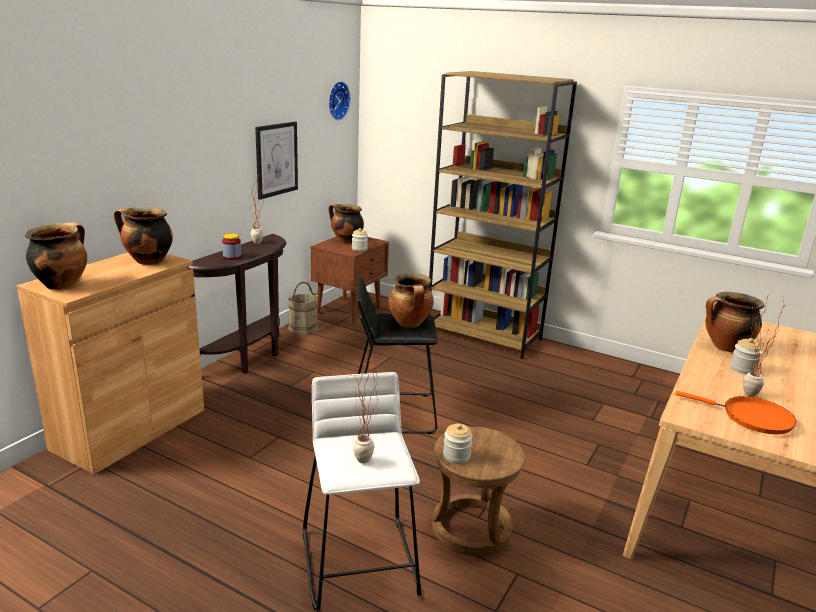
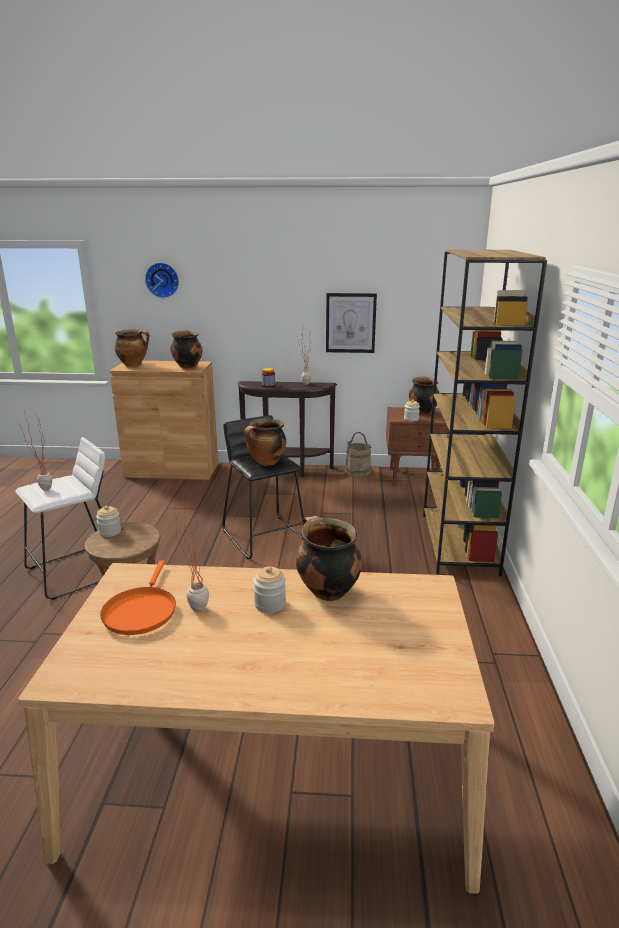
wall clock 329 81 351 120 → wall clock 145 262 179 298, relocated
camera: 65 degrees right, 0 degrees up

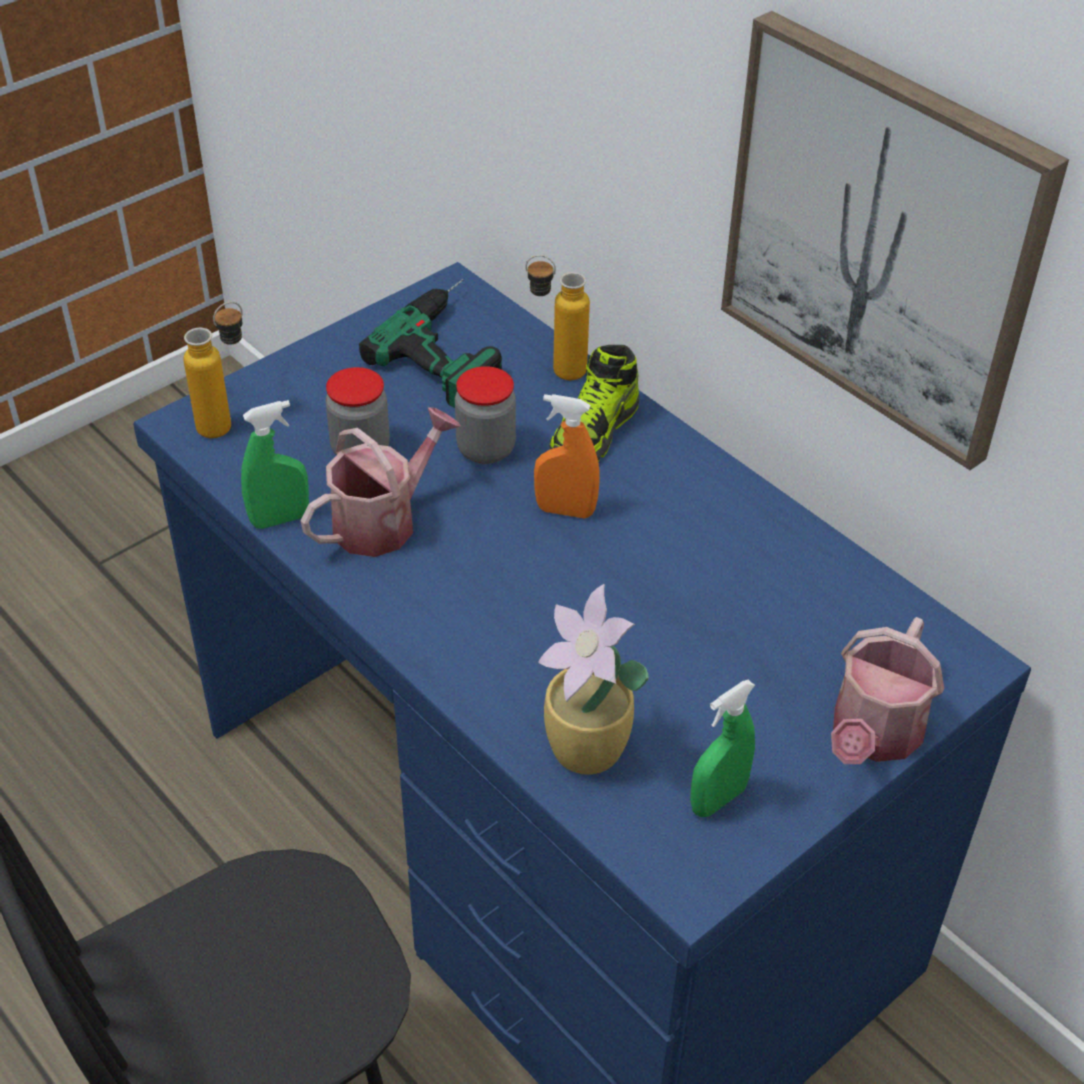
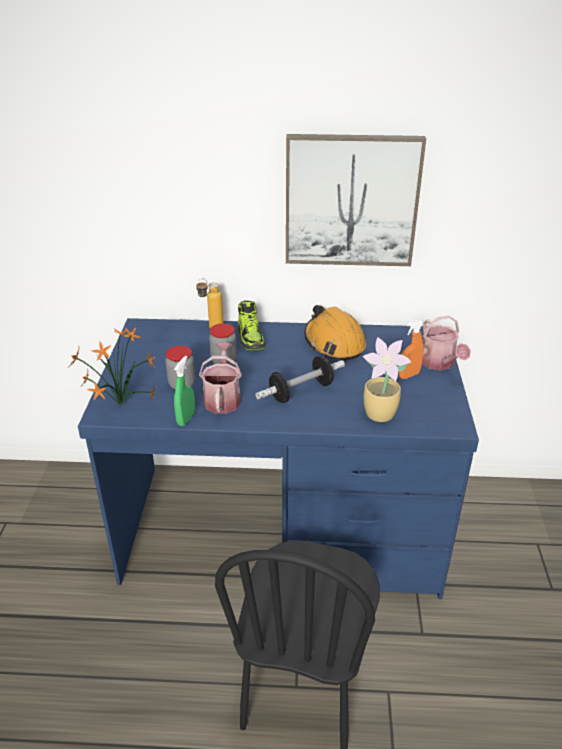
power drill 359 279 502 408 → -
spray bottle in green 690 680 755 817 → -
- → dumbbell 255 356 345 403
- → hard hat in orange 304 305 366 361
spray bottle in orange 534 394 600 519 → spray bottle in orange 399 319 424 379, relocated
bottle 183 302 243 438 → potted plant 69 327 158 405
camera: 45 degrees left, 10 degrees down

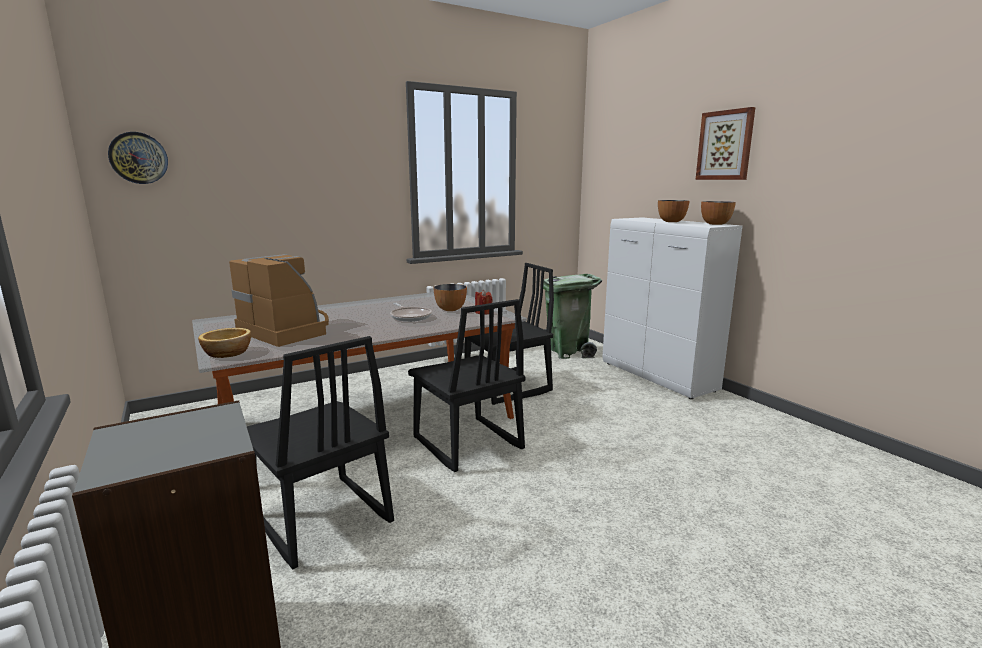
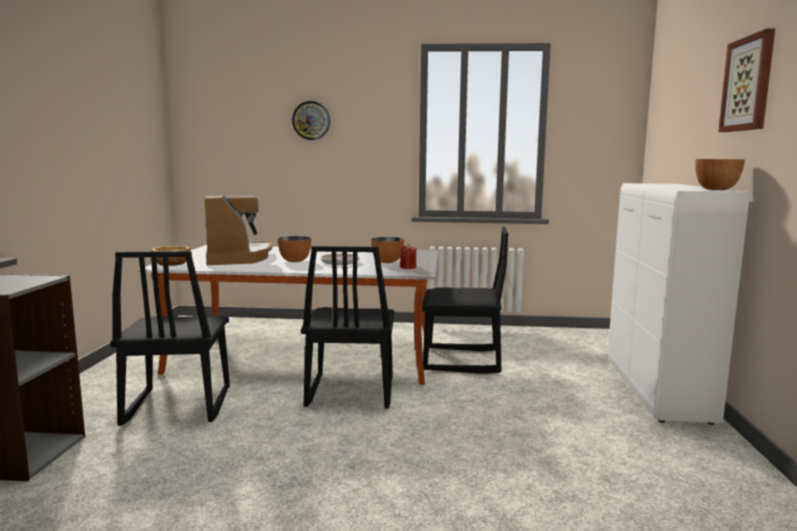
trash can in green 543 274 602 359 → -
wall clock 108 132 168 184 → wall clock 292 101 330 140, relocated
bowl 658 200 689 222 → bowl 278 236 311 262, relocated
camera: 35 degrees right, 5 degrees down

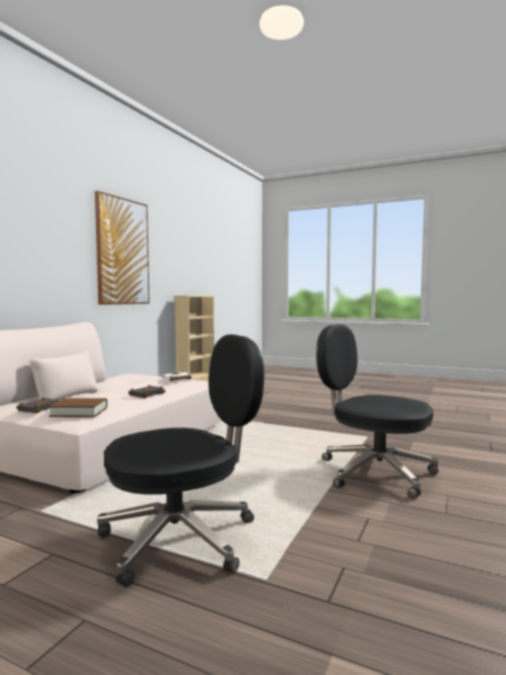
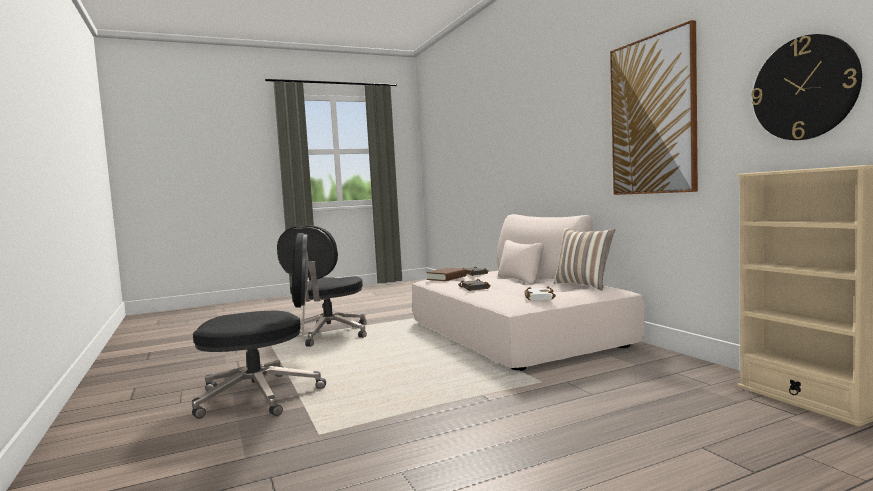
- → pillow 554 228 616 291
- → wall clock 751 34 862 140
camera: 130 degrees right, 0 degrees up

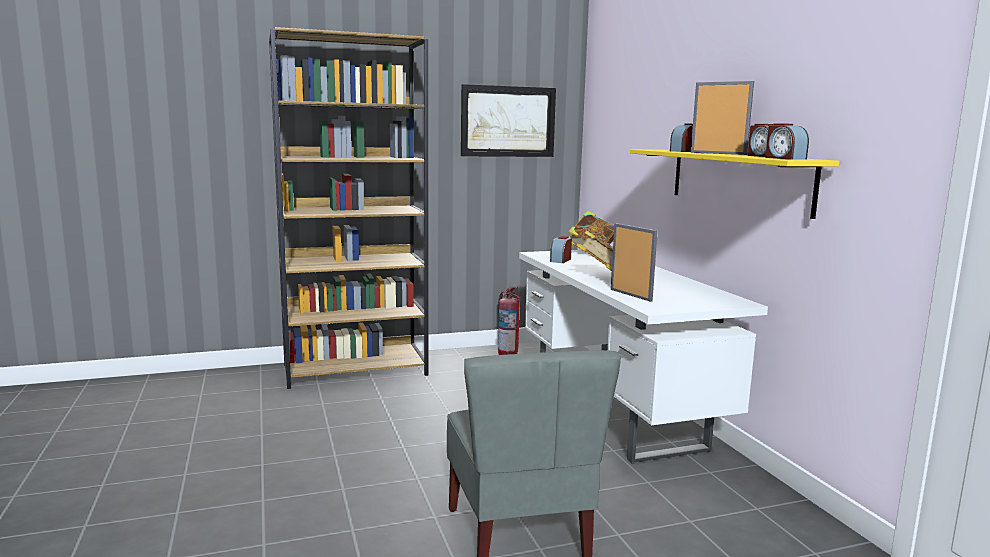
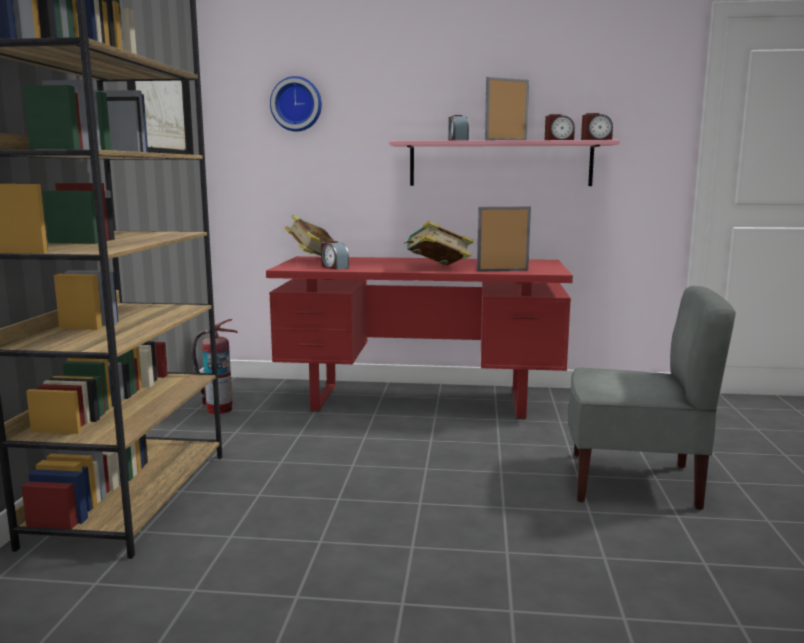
- → wall clock 270 76 322 132
desk in white 519 250 768 464 → desk in red 266 256 573 419
shelf in yellow 630 149 839 219 → shelf in pink 389 140 620 186
camera: 65 degrees left, 0 degrees up

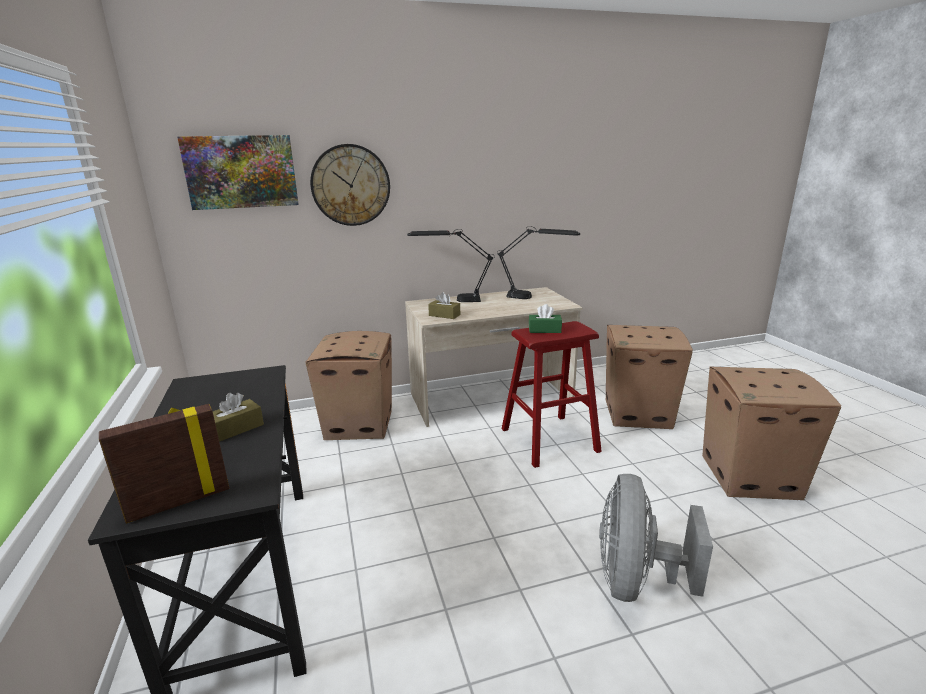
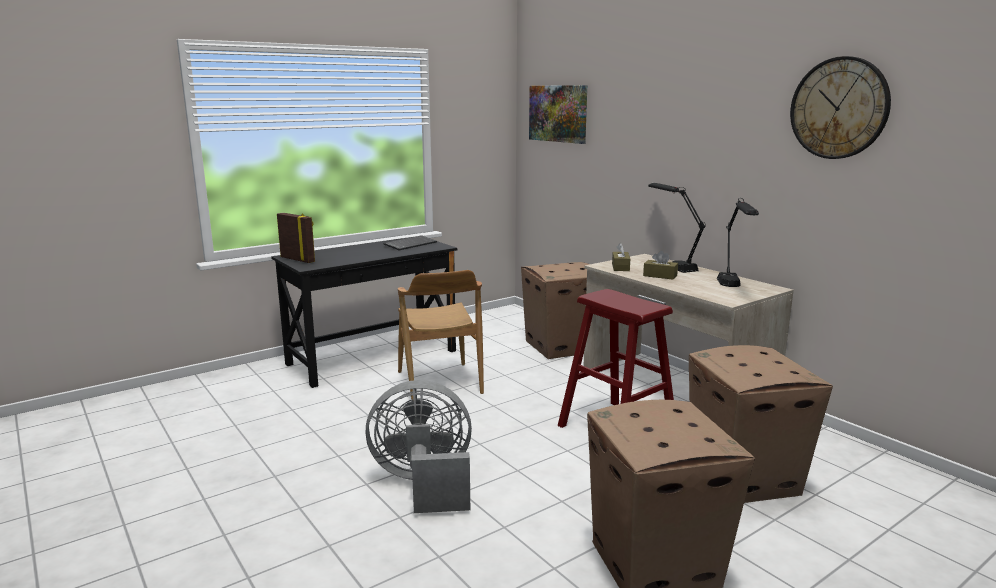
tissue box in green 529 304 562 333 → -
- → keyboard 383 235 437 250
- → chair in brown 398 270 484 401
tissue box in brown 213 393 264 442 → tissue box in brown 643 251 678 280, relocated
wall clock 310 144 390 226 → wall clock 790 56 891 159, relocated
camera: 70 degrees right, 5 degrees down

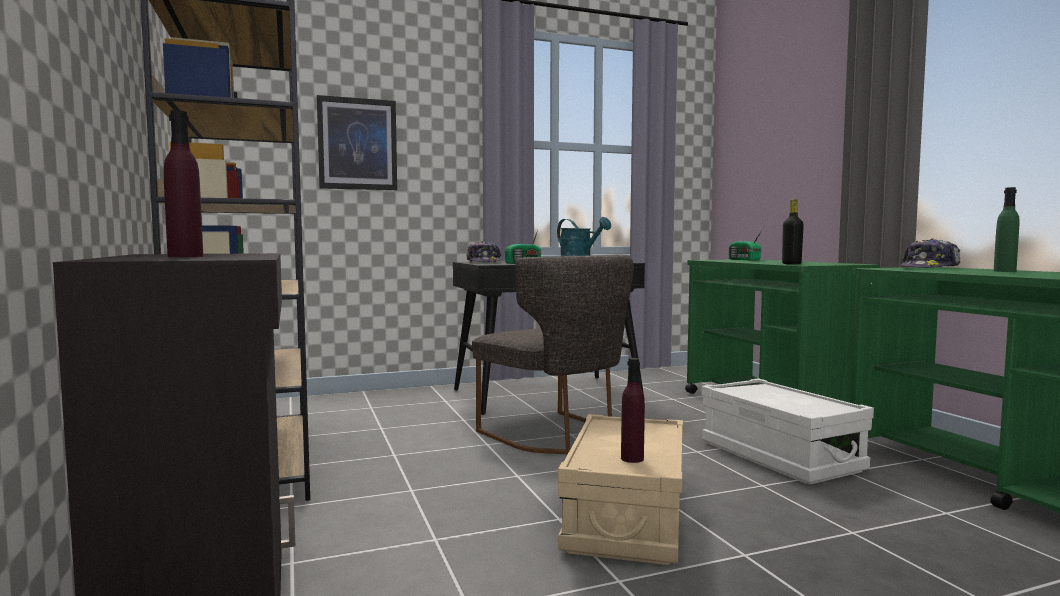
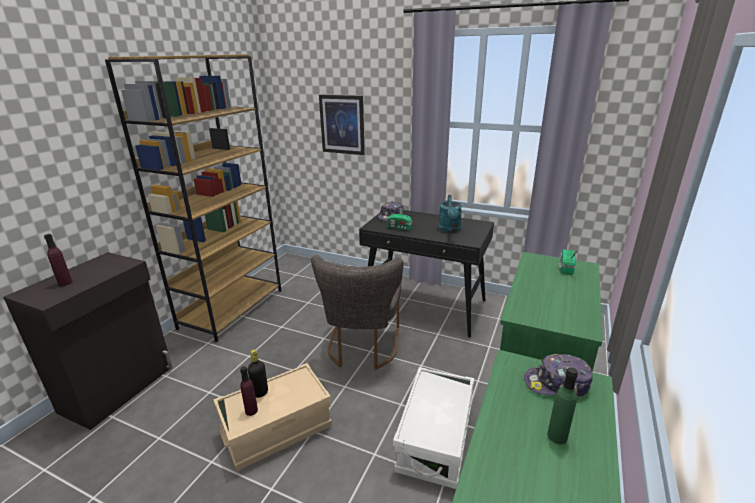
bottle in black 782 199 804 265 → bottle in black 248 350 268 398, relocated
camera: 45 degrees right, 20 degrees up

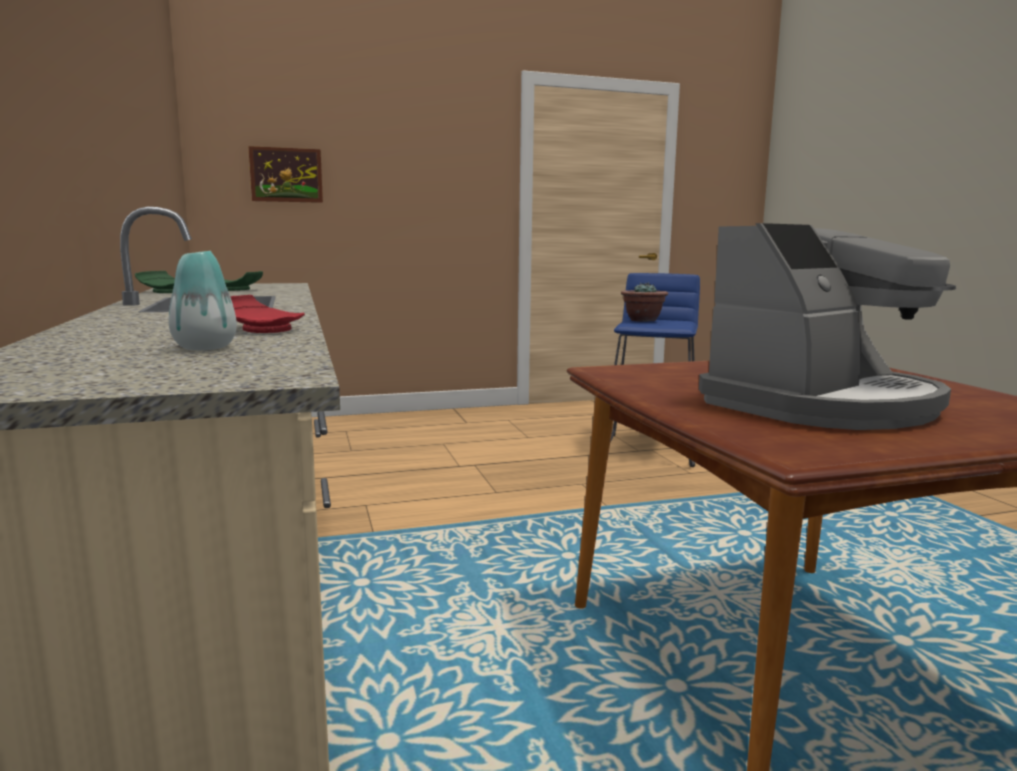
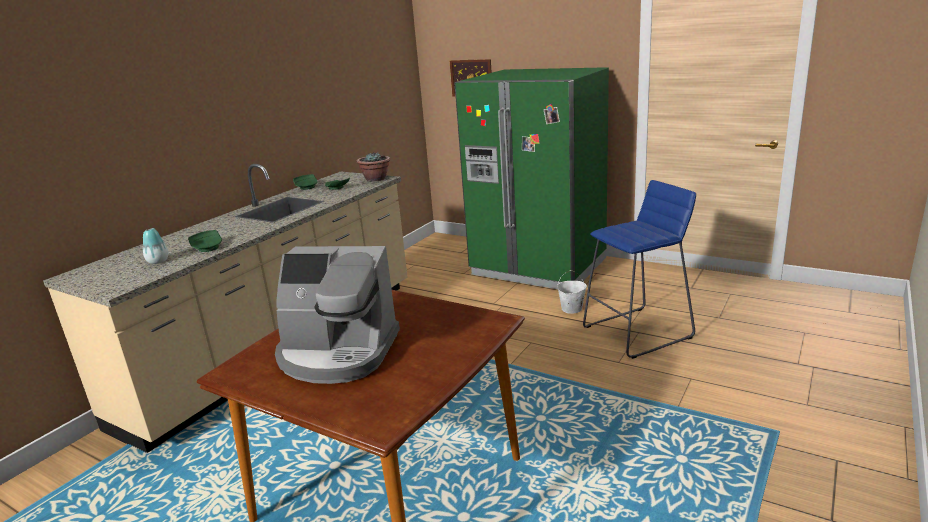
- → fridge in green 454 67 609 289
- → bucket in white 557 270 587 314
potted plant 621 282 668 322 → potted plant 357 152 391 182, relocated
plate in red 230 295 305 333 → plate in green 188 230 222 252
camera: 50 degrees right, 10 degrees up

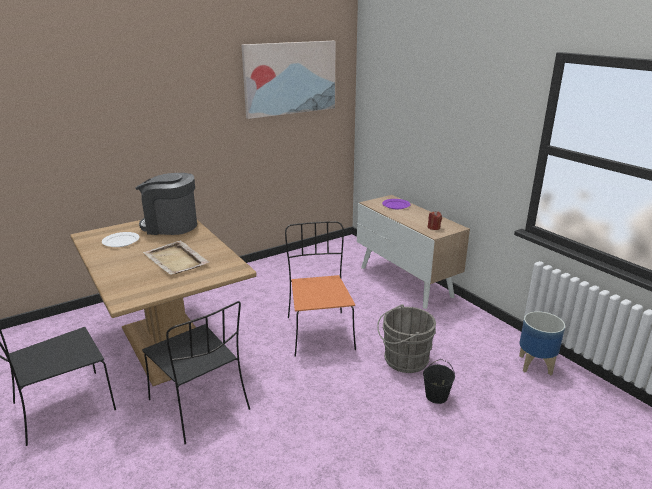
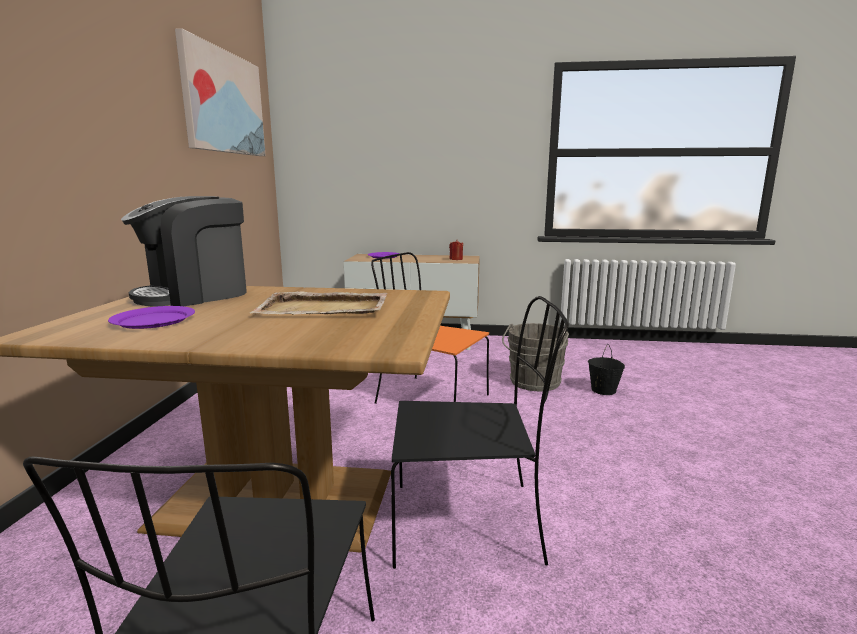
planter 519 311 565 375 → -
plate in white 102 232 139 247 → plate in purple 108 306 195 329
camera: 50 degrees left, 10 degrees down

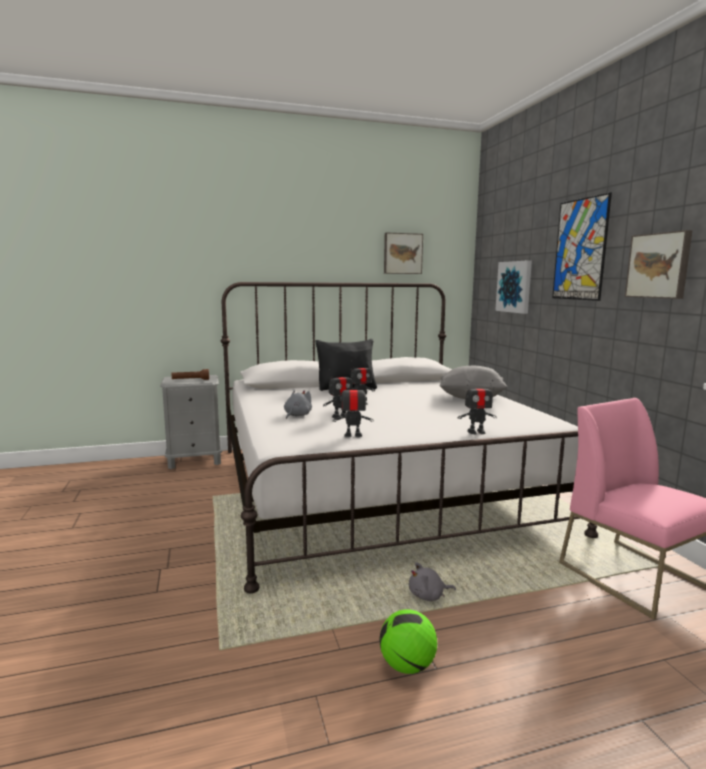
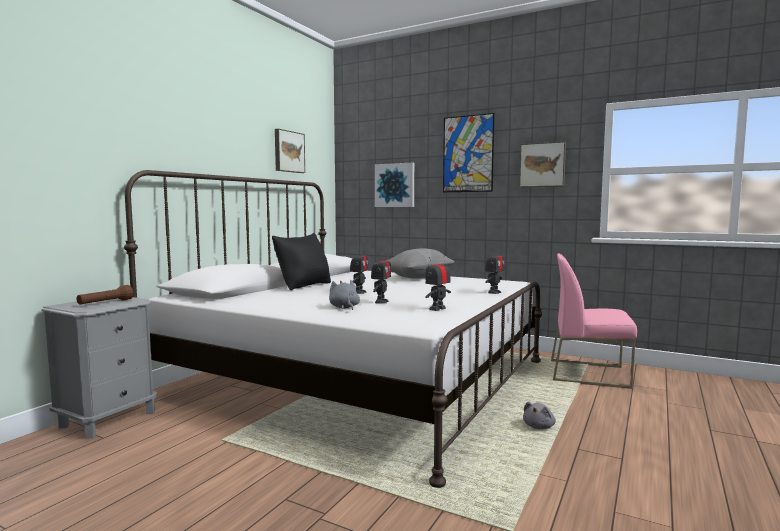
football 380 609 437 674 → -
camera: 45 degrees left, 5 degrees down

